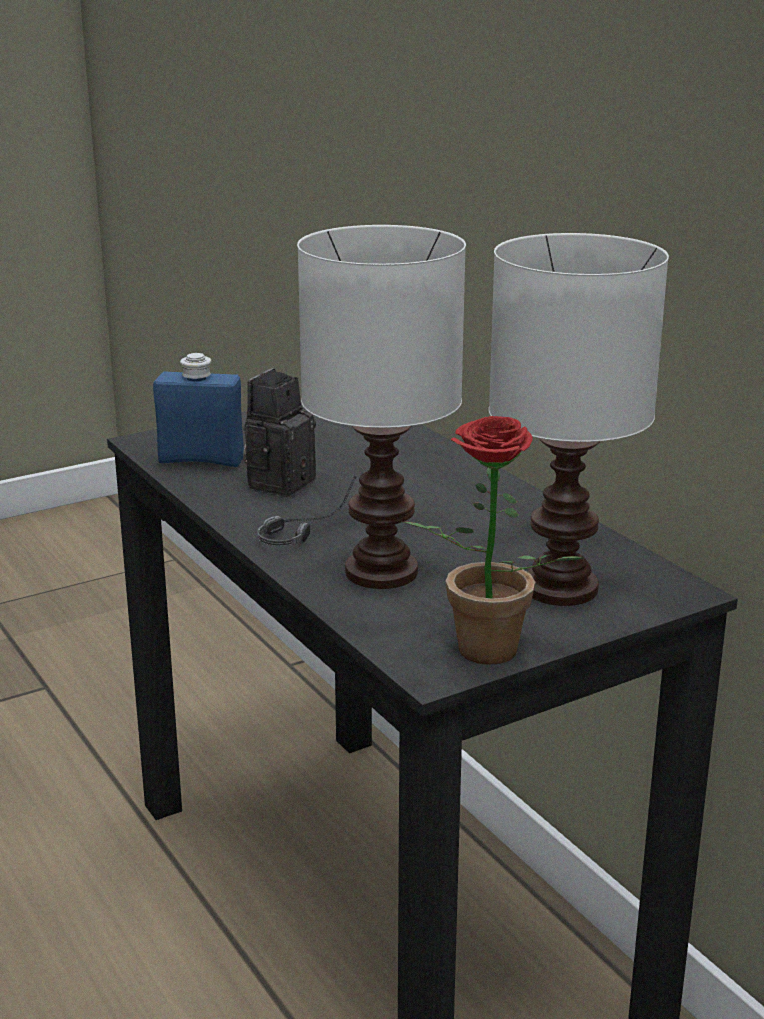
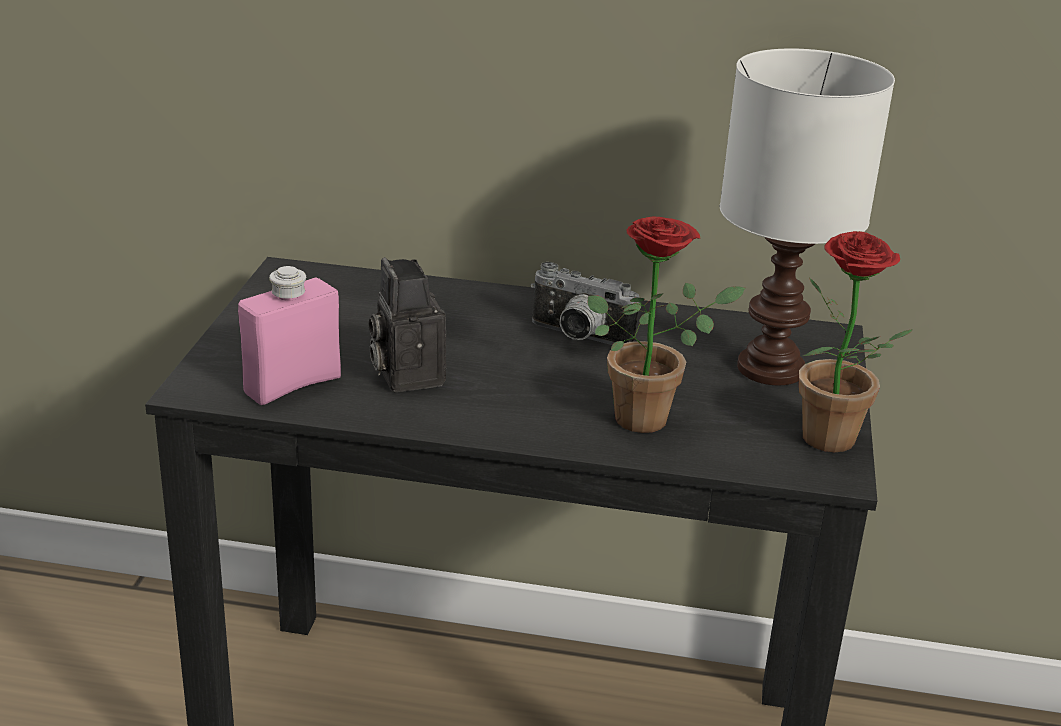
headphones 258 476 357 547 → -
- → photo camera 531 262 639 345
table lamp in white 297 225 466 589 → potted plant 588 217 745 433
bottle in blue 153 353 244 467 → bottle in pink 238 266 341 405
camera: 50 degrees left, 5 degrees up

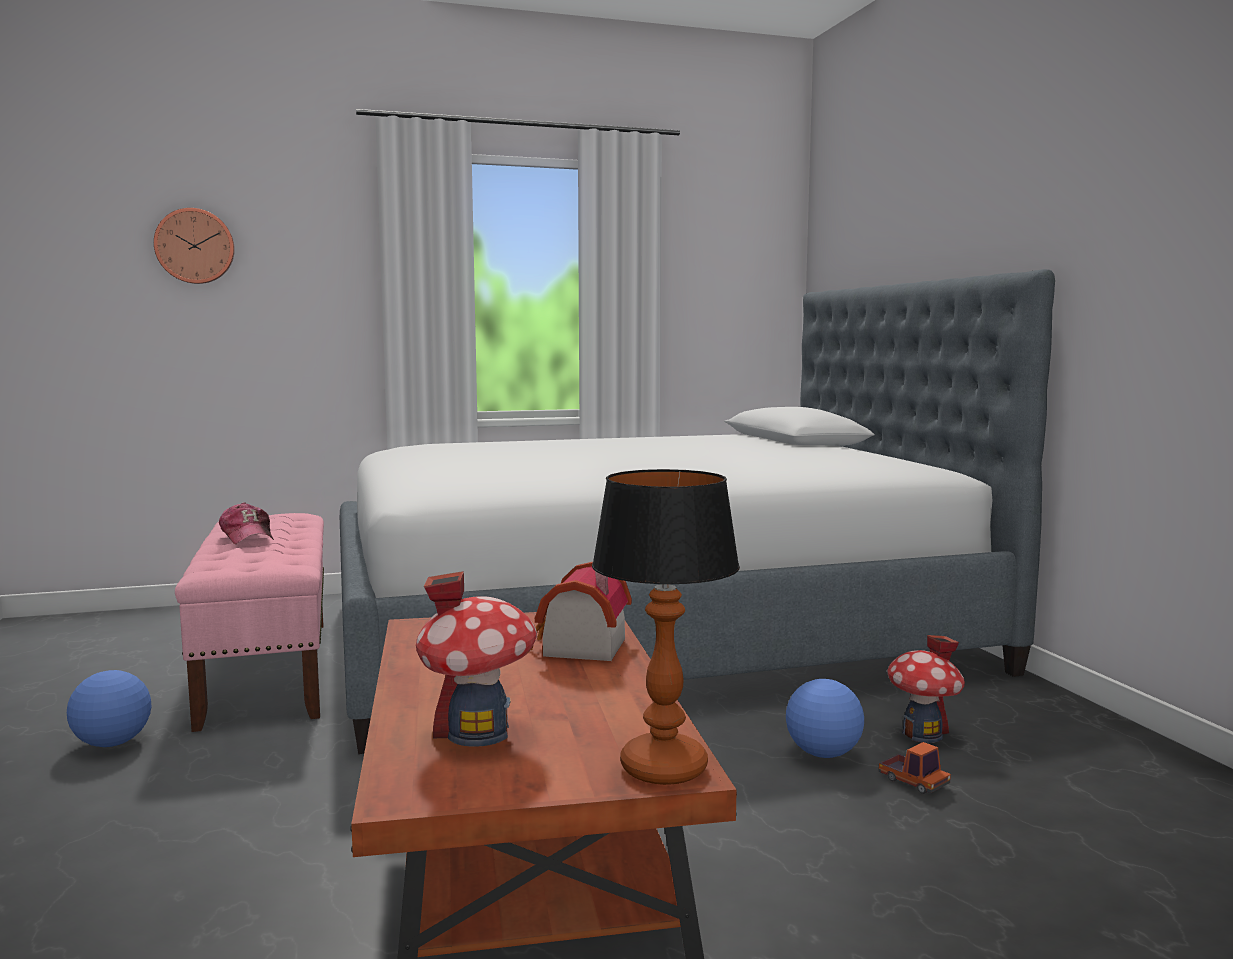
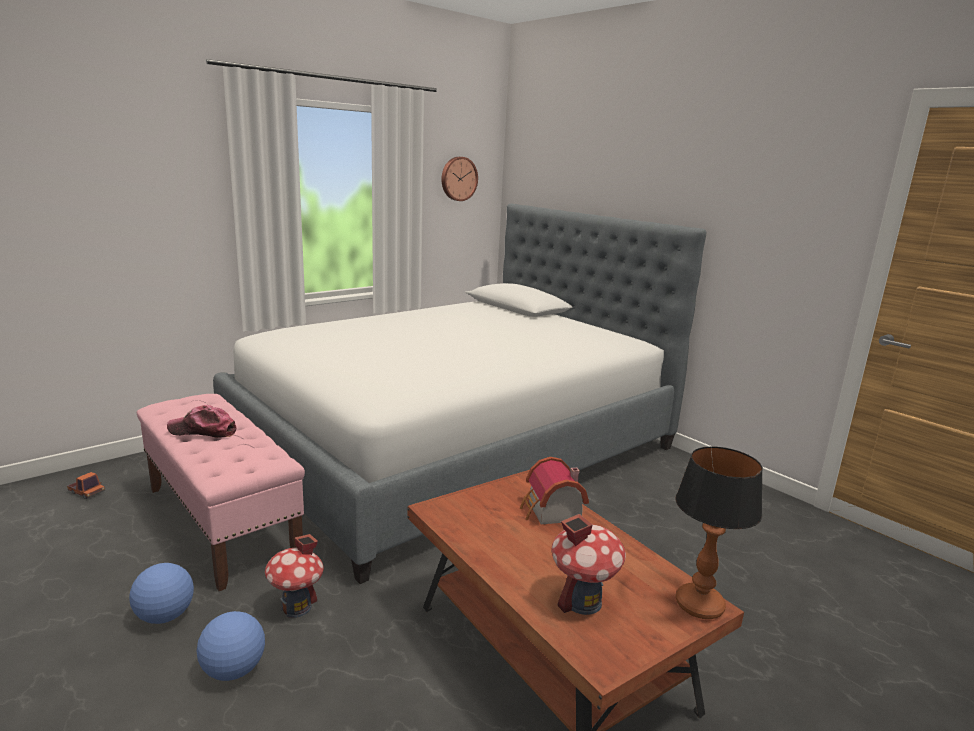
wall clock 154 208 235 284 → wall clock 441 157 478 201, relocated
football 786 679 864 758 → football 197 611 265 681, relocated
toy truck 879 742 951 794 → toy truck 67 472 105 499, relocated
toy house 887 635 965 743 → toy house 265 534 324 618, relocated
cap 219 502 274 544 → cap 167 405 237 438, 150 degrees clockwise
camera: 25 degrees left, 10 degrees up

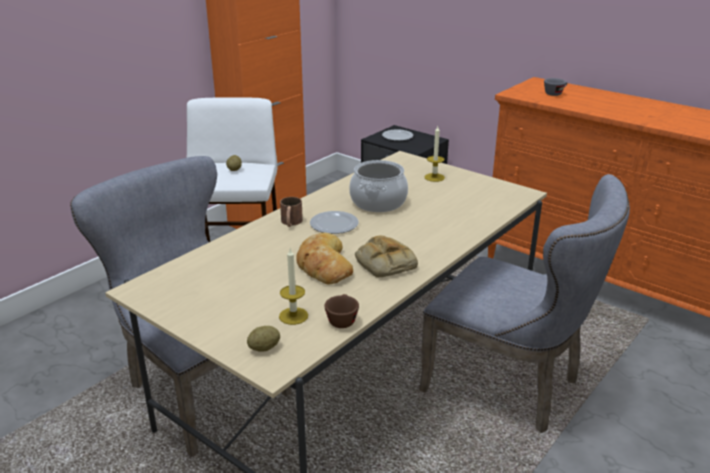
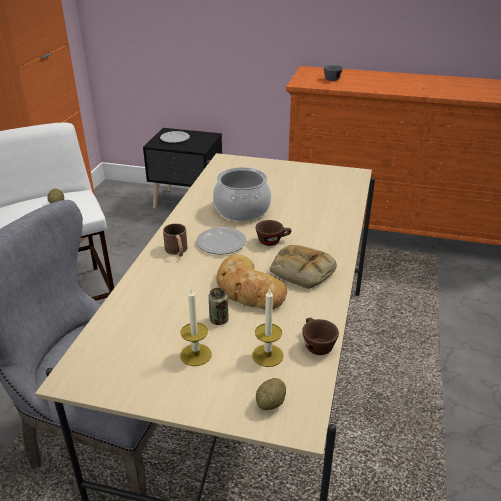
chair in grey 419 174 630 433 → -
- → can 209 288 229 325
- → cup in brown 256 220 292 246
candle 424 126 445 182 → candle 180 289 211 366, relocated
camera: 25 degrees left, 5 degrees up

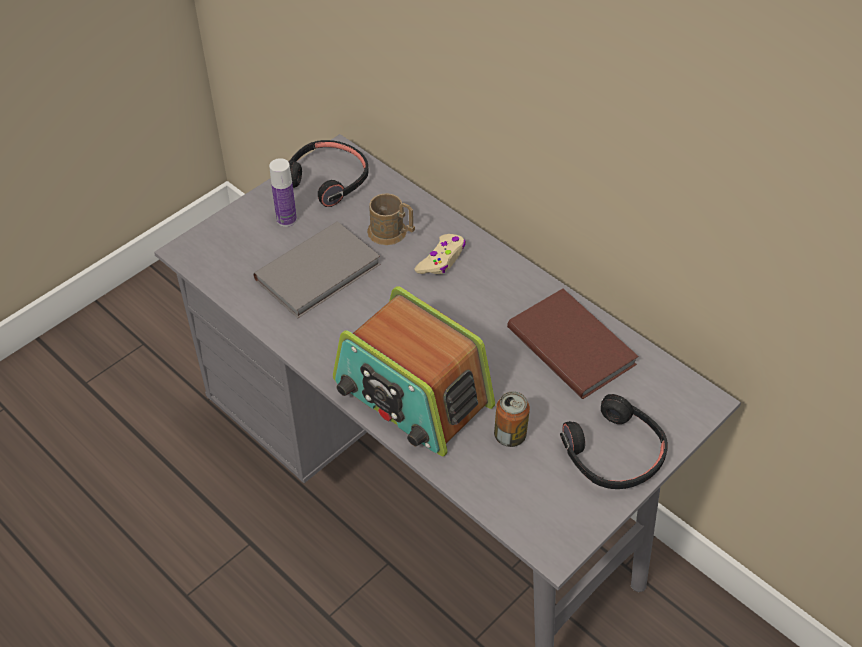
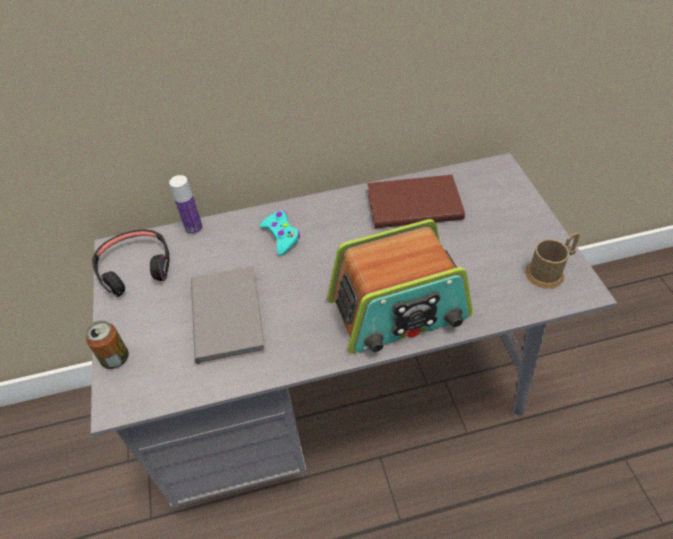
headphones in black 560 394 668 489 → -
bottle 269 158 297 227 → bottle 169 175 203 235, relocated
mug in brown 367 193 415 245 → mug in brown 525 232 580 289, relocated
can 494 391 530 447 → can 86 321 129 369, relocated
game controller in beige 415 234 466 274 → game controller in turquoise 260 211 300 256
camera: 55 degrees left, 0 degrees up

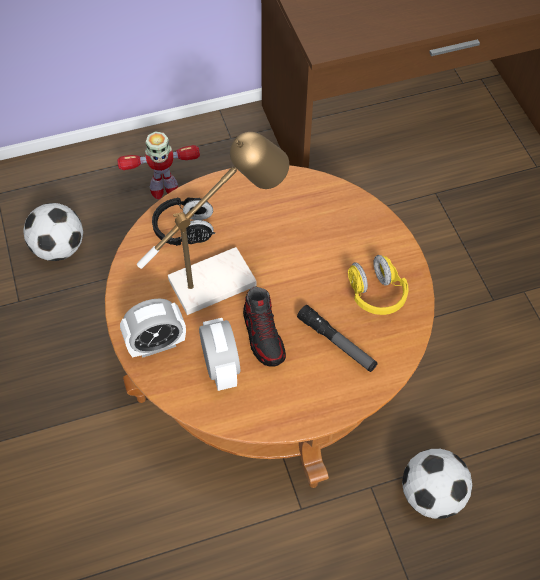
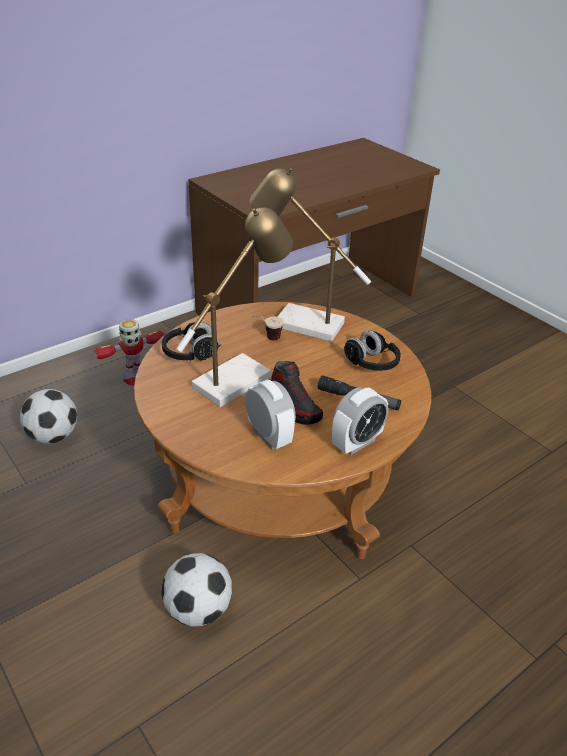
- → table lamp 249 168 371 342
- → cup 250 315 284 341
alarm clock 120 299 186 358 → alarm clock 332 387 388 455, relocated
football 402 449 472 519 → football 162 553 232 627, relocated
headphones in yellow 348 255 409 315 → headphones in black 344 330 401 371
camera: 20 degrees left, 20 degrees down

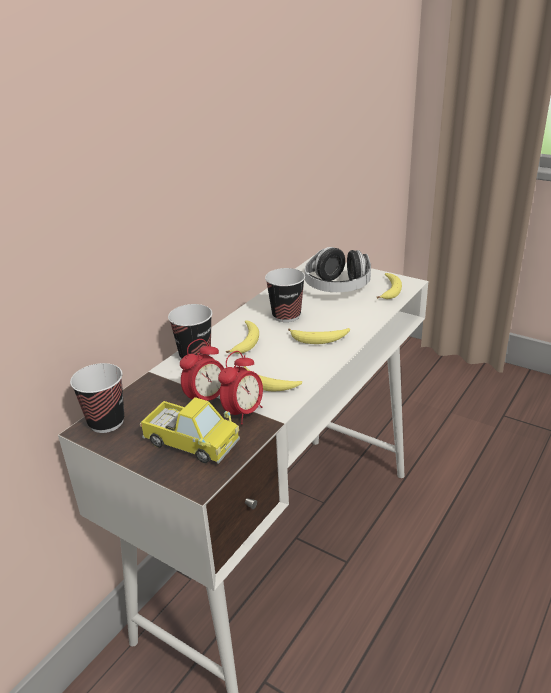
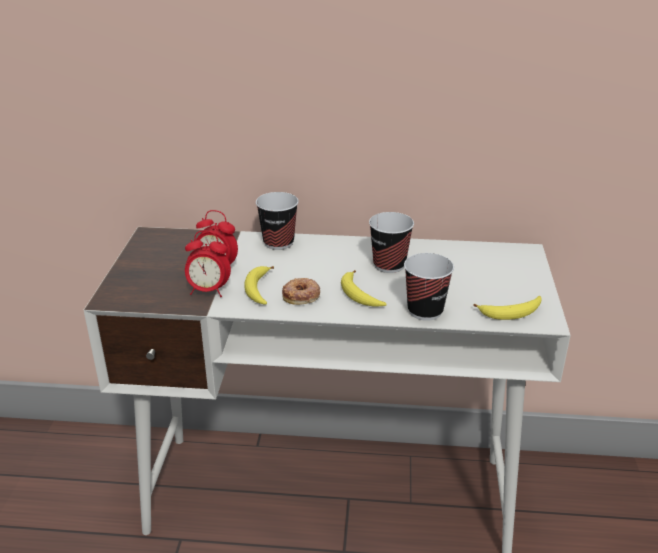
toy truck 140 397 240 464 → -
banana 226 320 259 354 → -
headphones 305 247 371 292 → -
- → donut 282 278 320 305
cup 70 363 124 433 → cup 404 253 454 321, relocated
camera: 60 degrees right, 0 degrees up

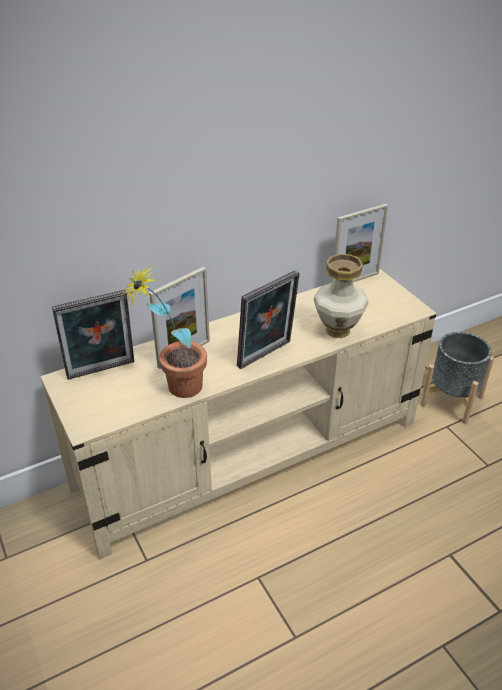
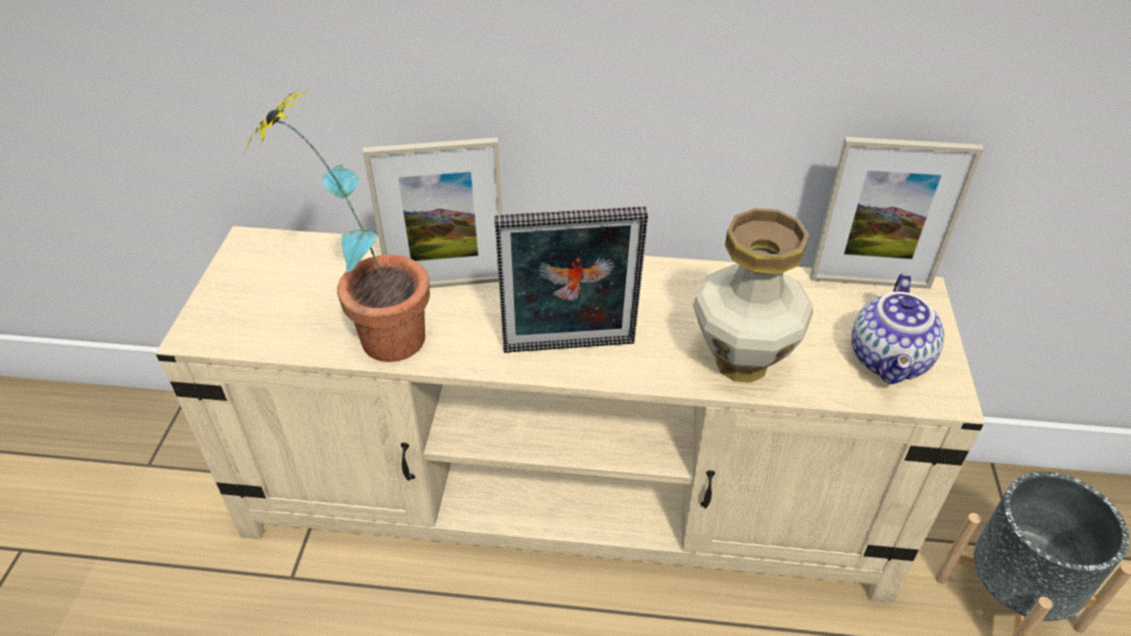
picture frame 52 290 134 380 → -
- → teapot 852 273 944 384
camera: 35 degrees right, 5 degrees up

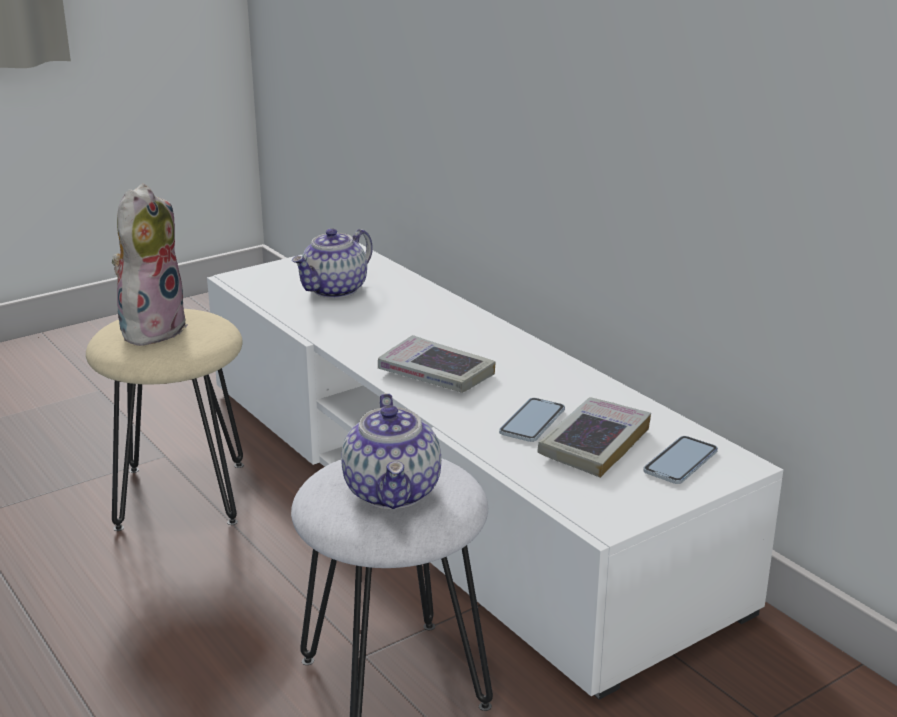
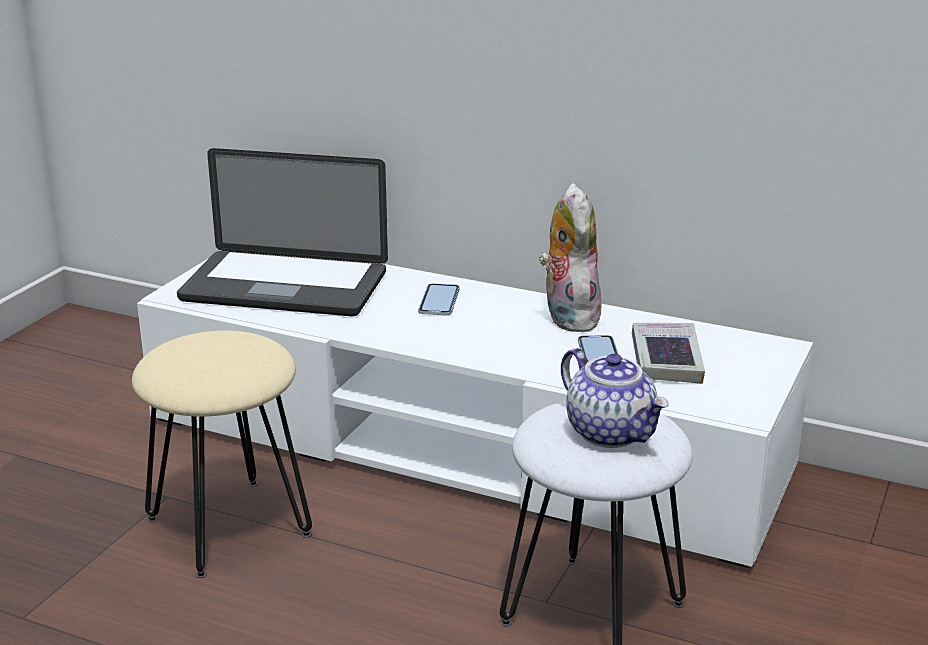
book 378 335 496 393 → -
plush toy 112 184 188 346 → plush toy 539 183 602 332, relocated
phone 643 436 718 484 → phone 418 283 460 315, relocated
teapot 292 228 373 298 → laptop 177 148 388 316
camera: 30 degrees left, 0 degrees up

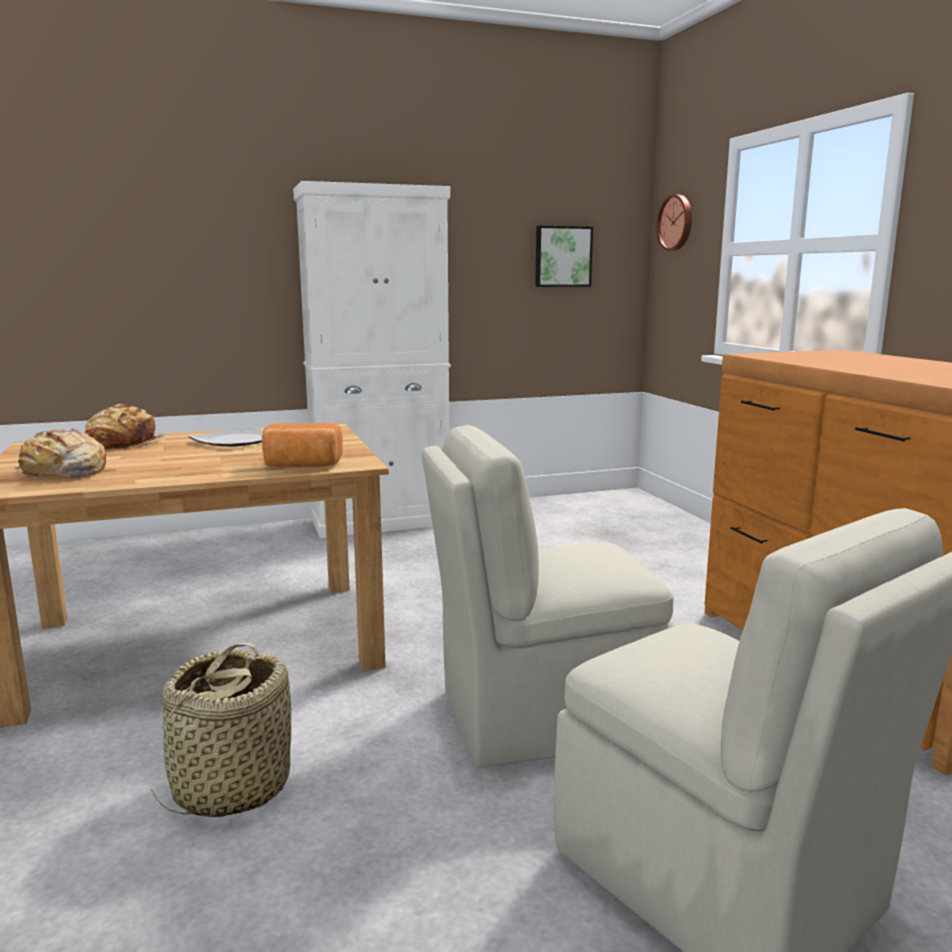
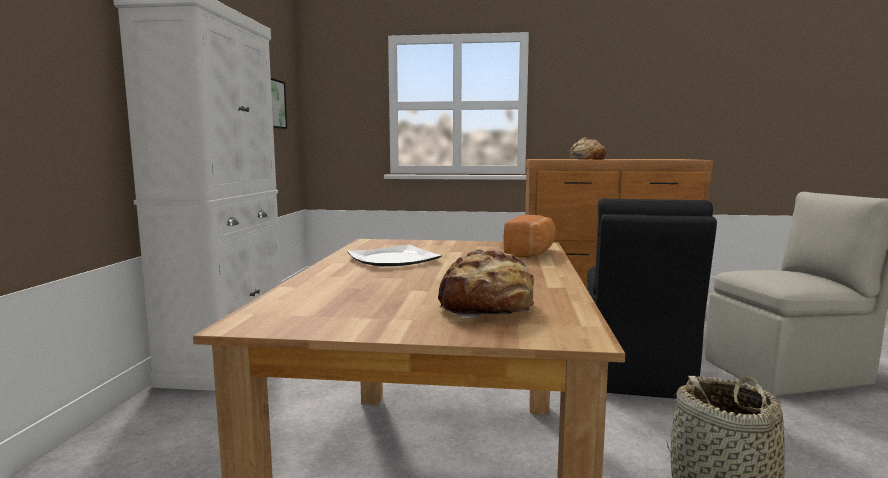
wall clock 657 194 692 251 → -
bread 85 404 166 449 → bread 570 138 607 159, relocated
chair in beige 421 425 674 768 → chair in black 587 198 717 399
camera: 65 degrees left, 5 degrees down

